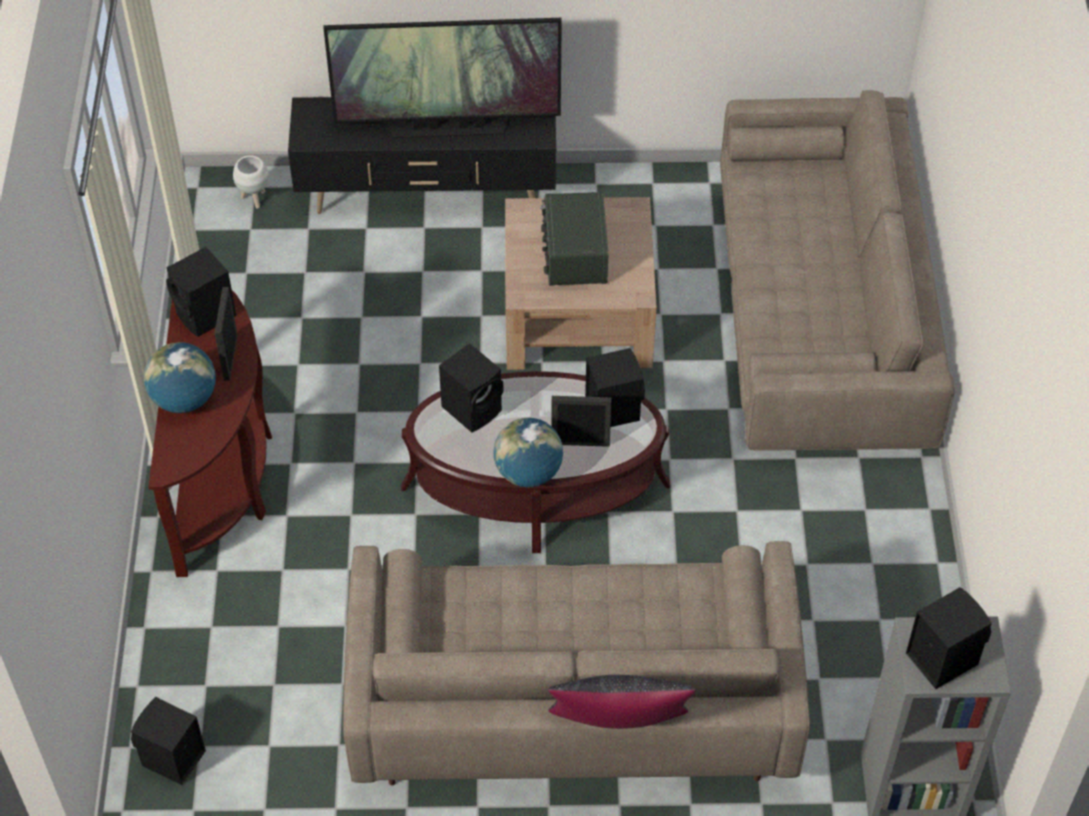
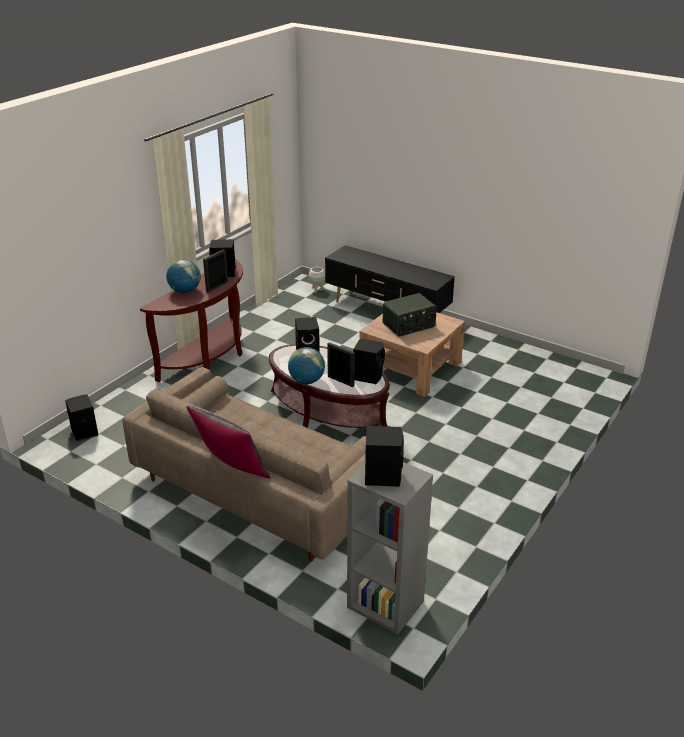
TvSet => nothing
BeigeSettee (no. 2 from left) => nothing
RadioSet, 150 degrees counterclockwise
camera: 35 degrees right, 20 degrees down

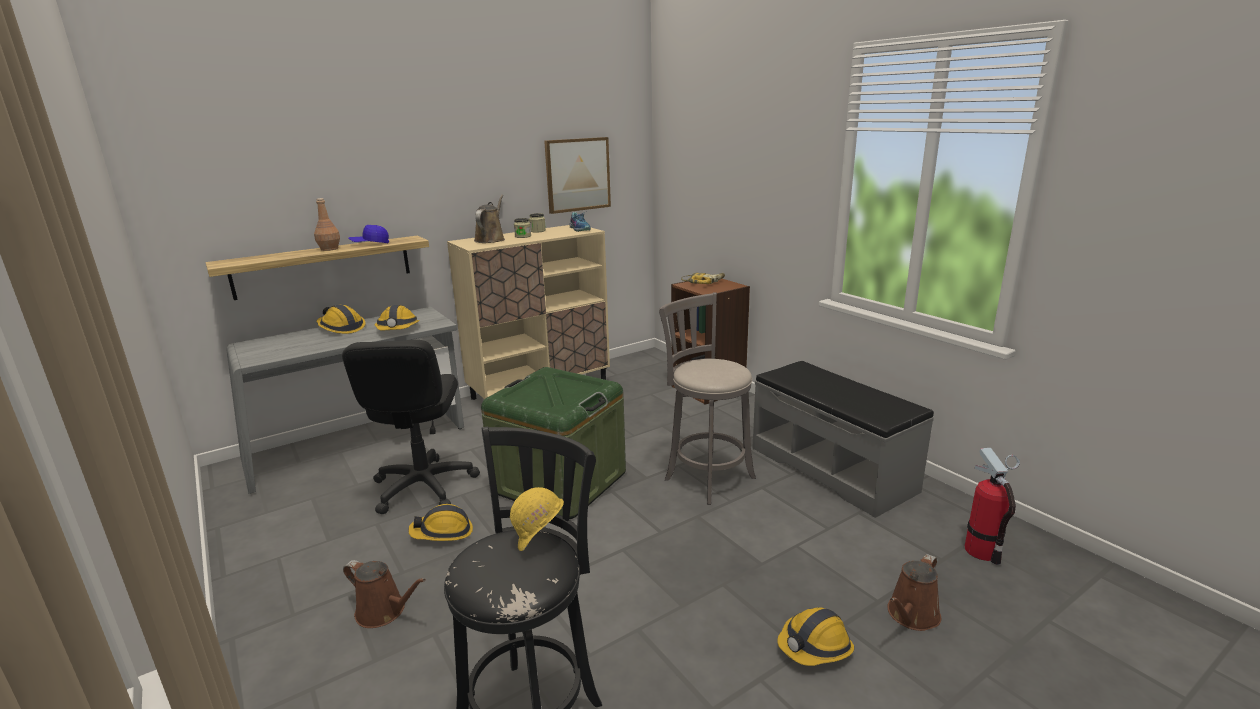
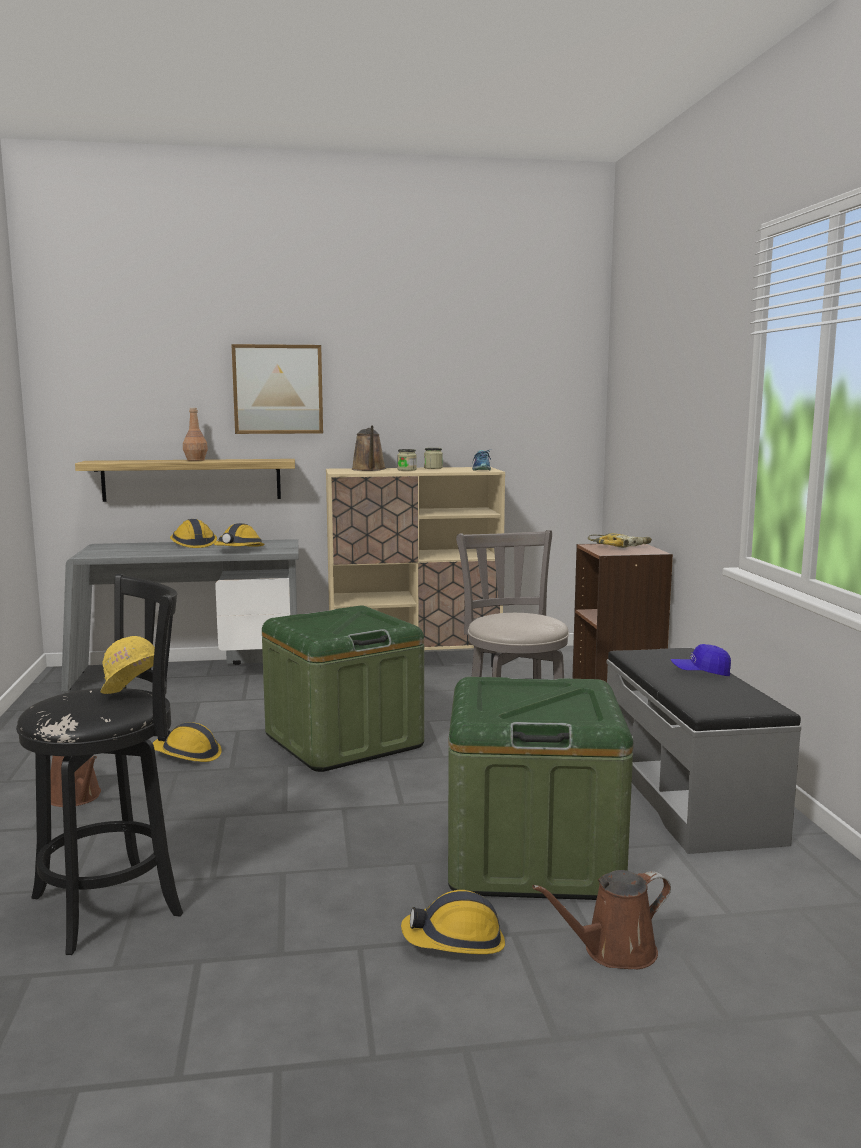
BlackOfficeChair => nothing
Extinguisher => nothing
nothing => GreenStorageBin (no. 2 from left)
BlueCap, relocated
WallPicture, relocated
BrownishWateringCan (no. 2 from left), 135 degrees clockwise
camera: 25 degrees right, 10 degrees down

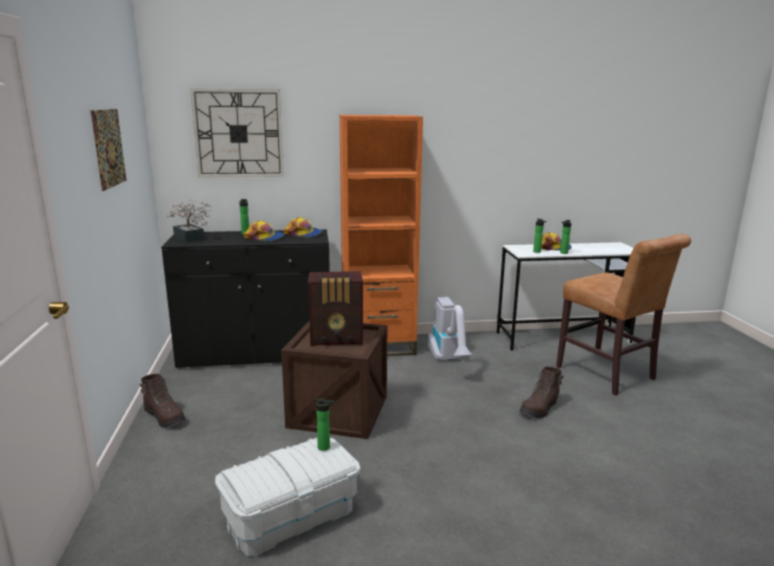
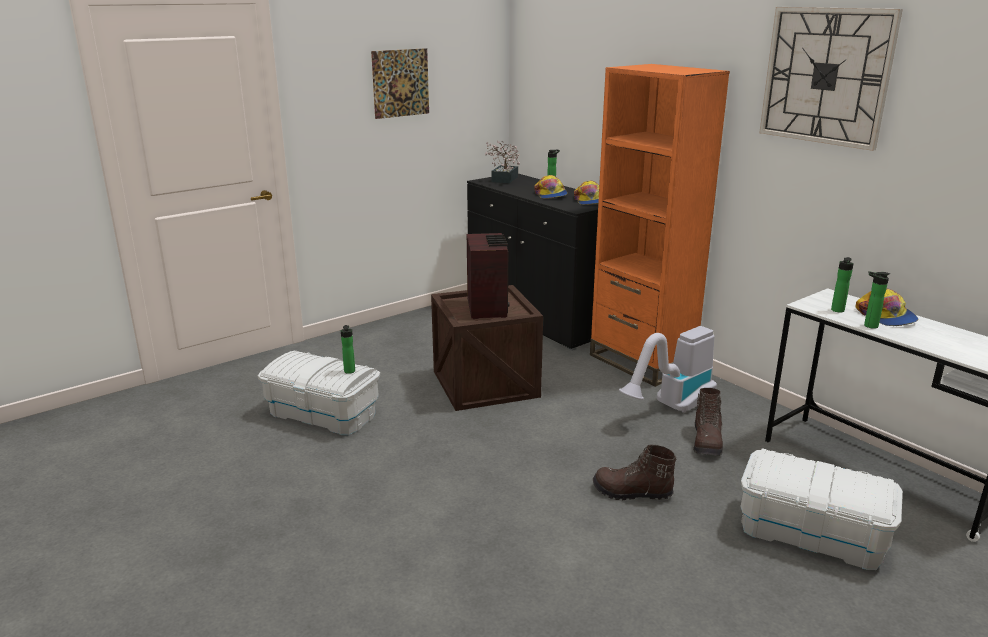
BrownishHighTopBoot (no. 1 from left in the first image) => BrownishHighTopBoot (no. 2 from left), relocated
ClockOnTheWall, relocated
BrownishPlainChair => WhiteStorageBin (no. 2 from left)
RadioSet, 150 degrees counterclockwise
camera: 60 degrees right, 5 degrees up

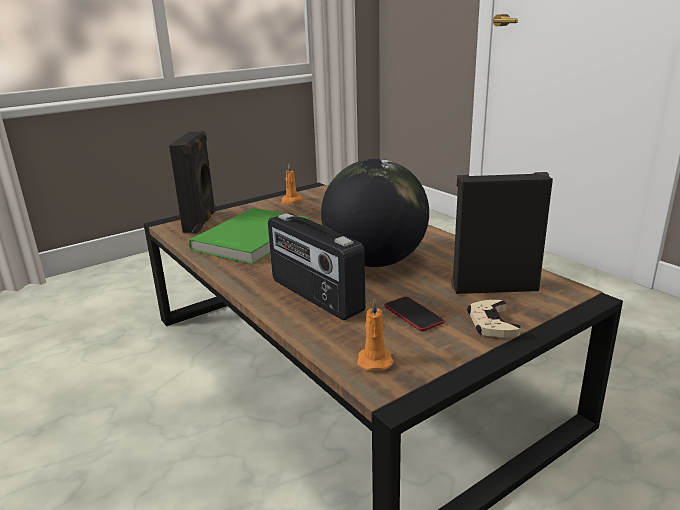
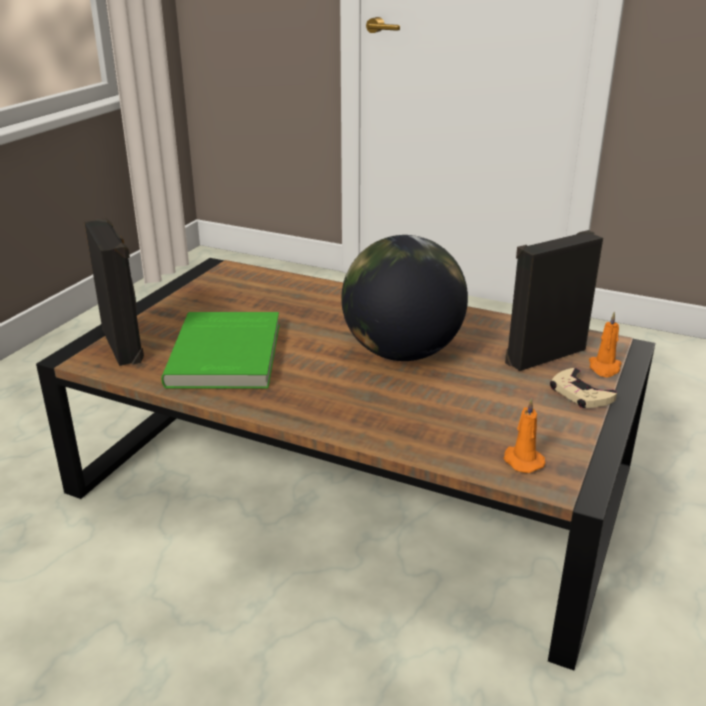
RadioSet => nothing
Telephone => nothing
OrangeyCandle (no. 1 from left in the first image) => OrangeyCandle (no. 2 from left), relocated
camera: 30 degrees left, 5 degrees up

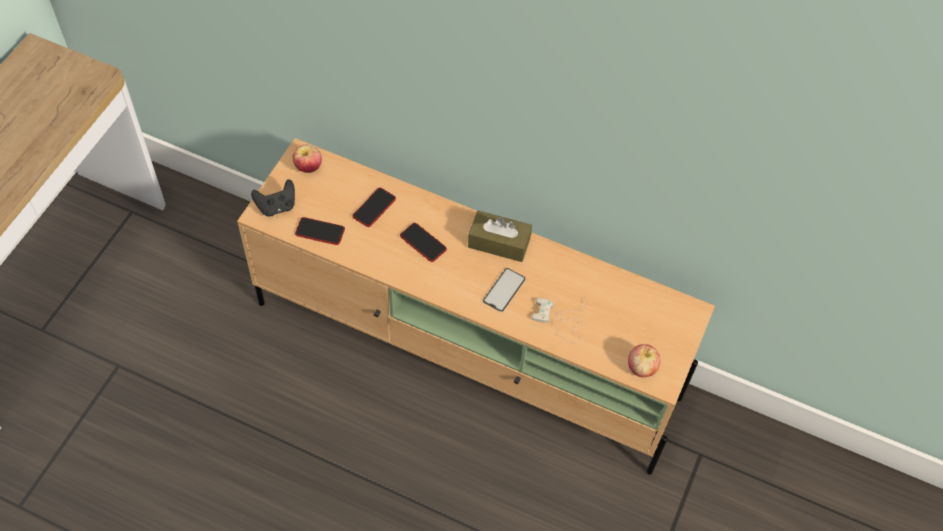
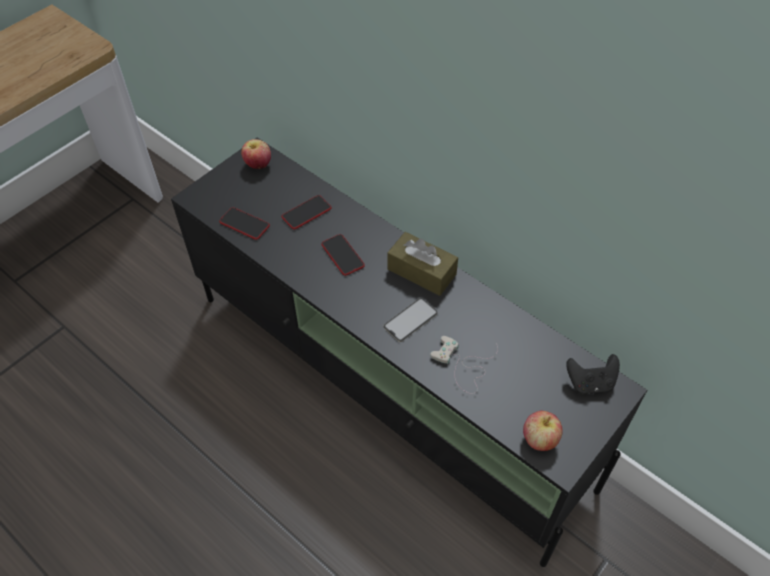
BlackJoypad, relocated
BeigeMediaConsole => BlackMediaConsole
camera: 20 degrees right, 5 degrees down

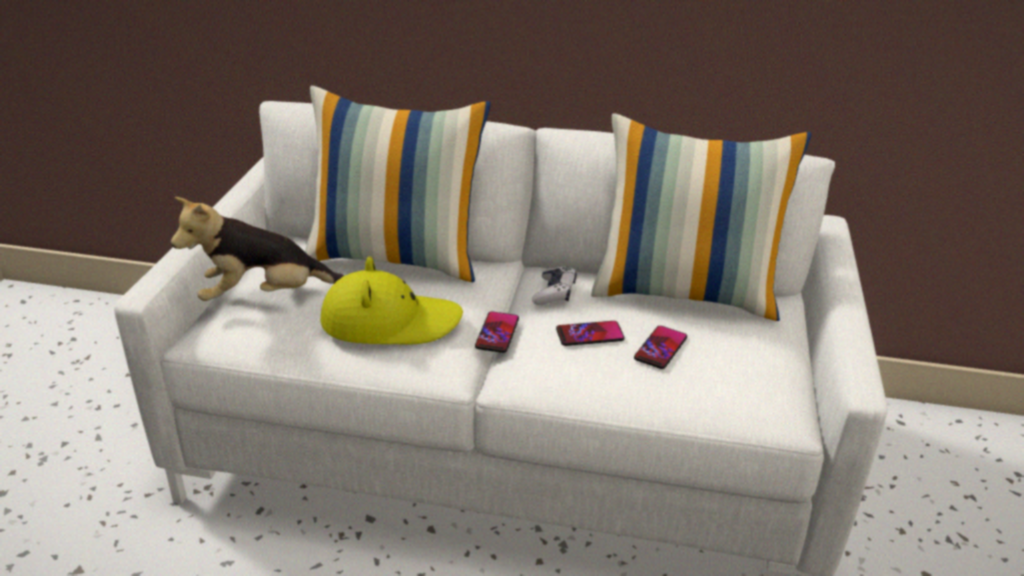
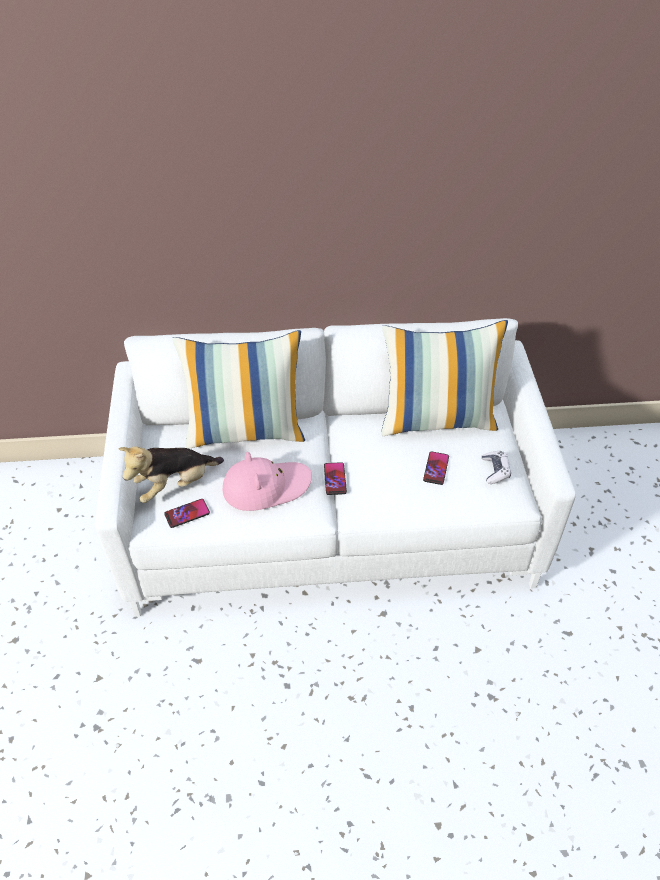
Joypad, relocated
Telephone (no. 2 from left in the first image) => Telephone (no. 1 from left), relocated
YellowHat => PinkColouredHat
camera: 15 degrees left, 15 degrees up

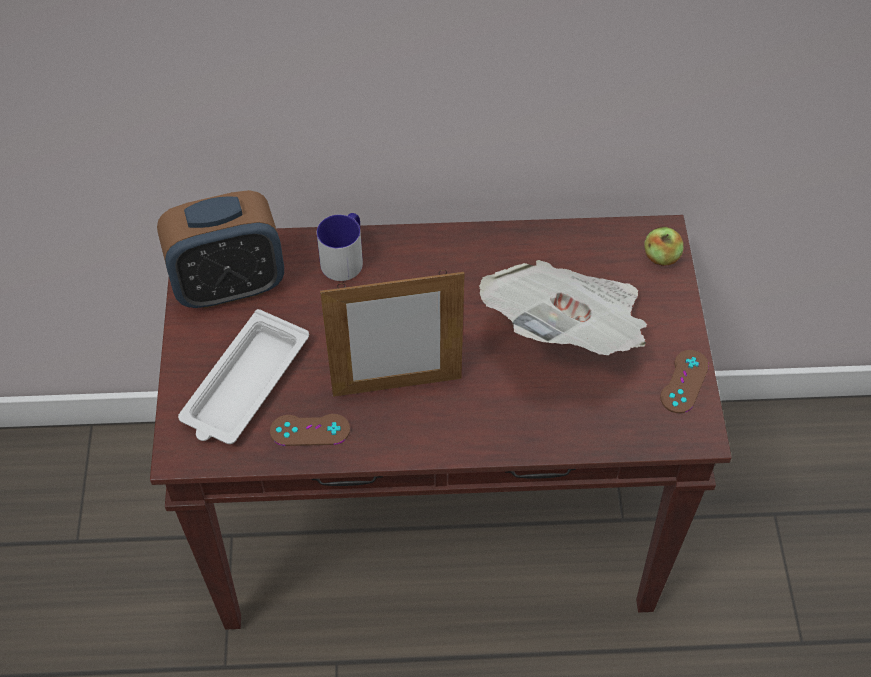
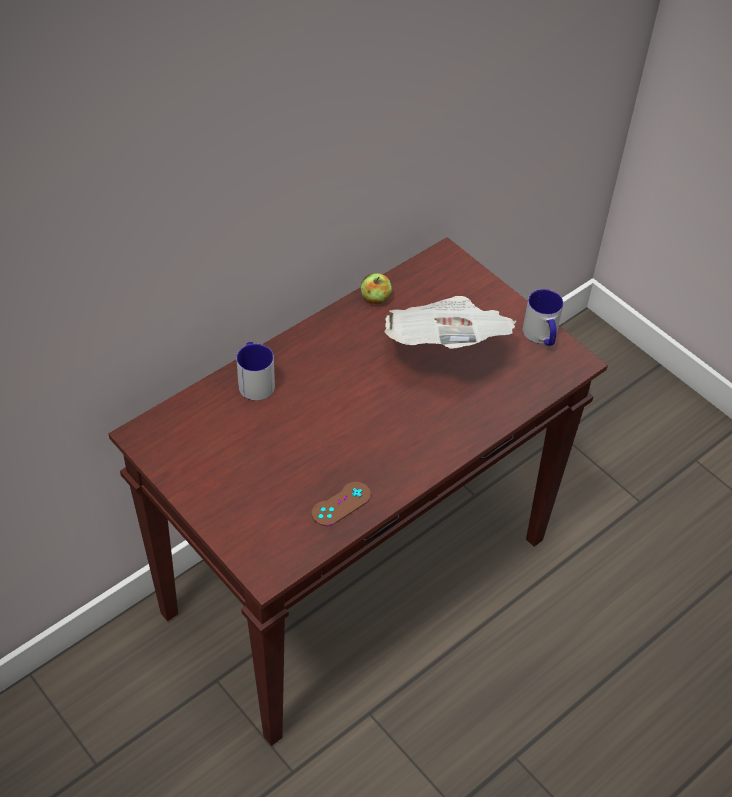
AlarmClock => nothing
WhiteTray => nothing
PictureFrame => nothing
AppleFruit, relocated
BrownishJoypad (no. 2 from left) => Mug (no. 2 from left)
camera: 40 degrees left, 5 degrees down

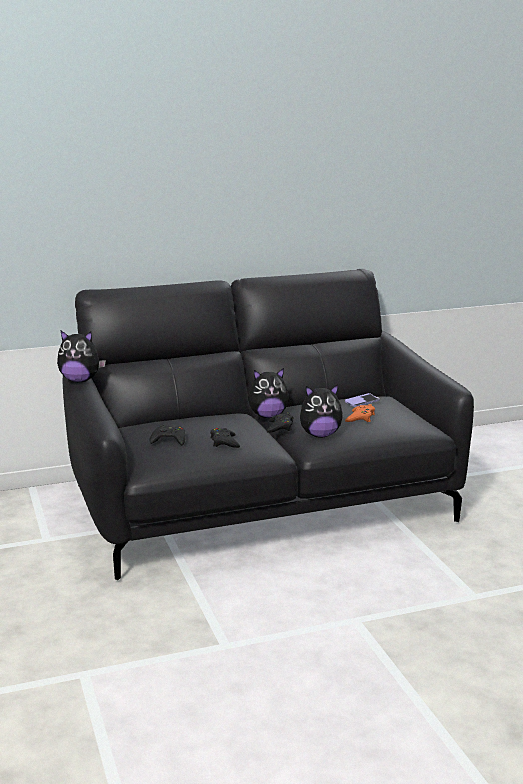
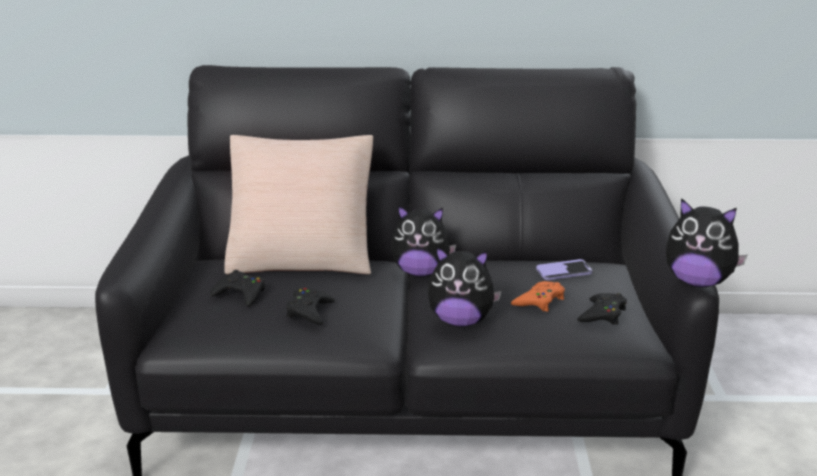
nothing => BeigePillow
CuddlyToy (no. 1 from left in the first image) => CuddlyToy (no. 3 from left), relocated
BlackJoypad (no. 3 from left), relocated
camera: 20 degrees right, 5 degrees up

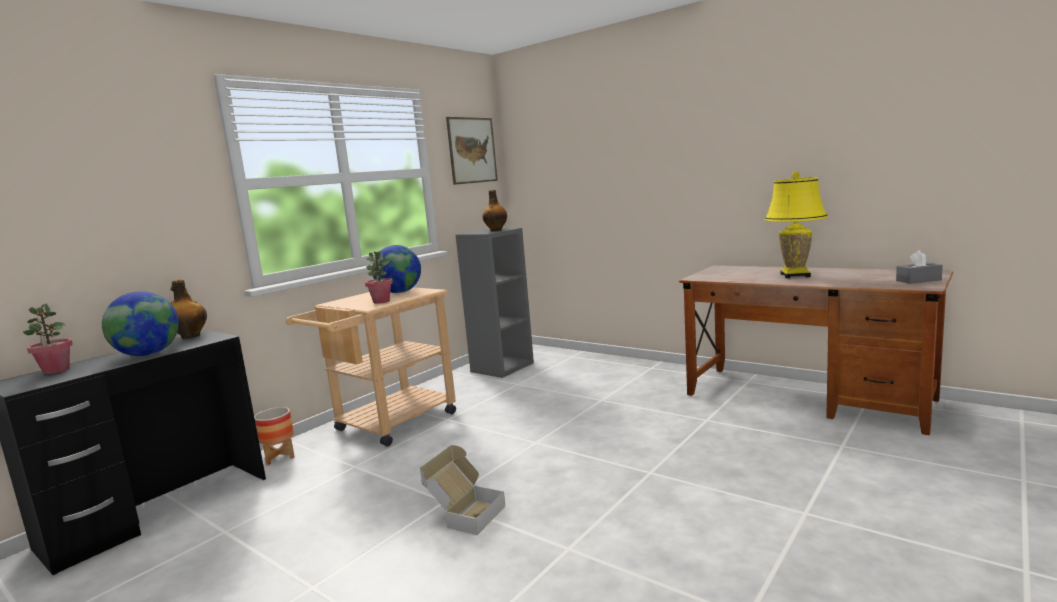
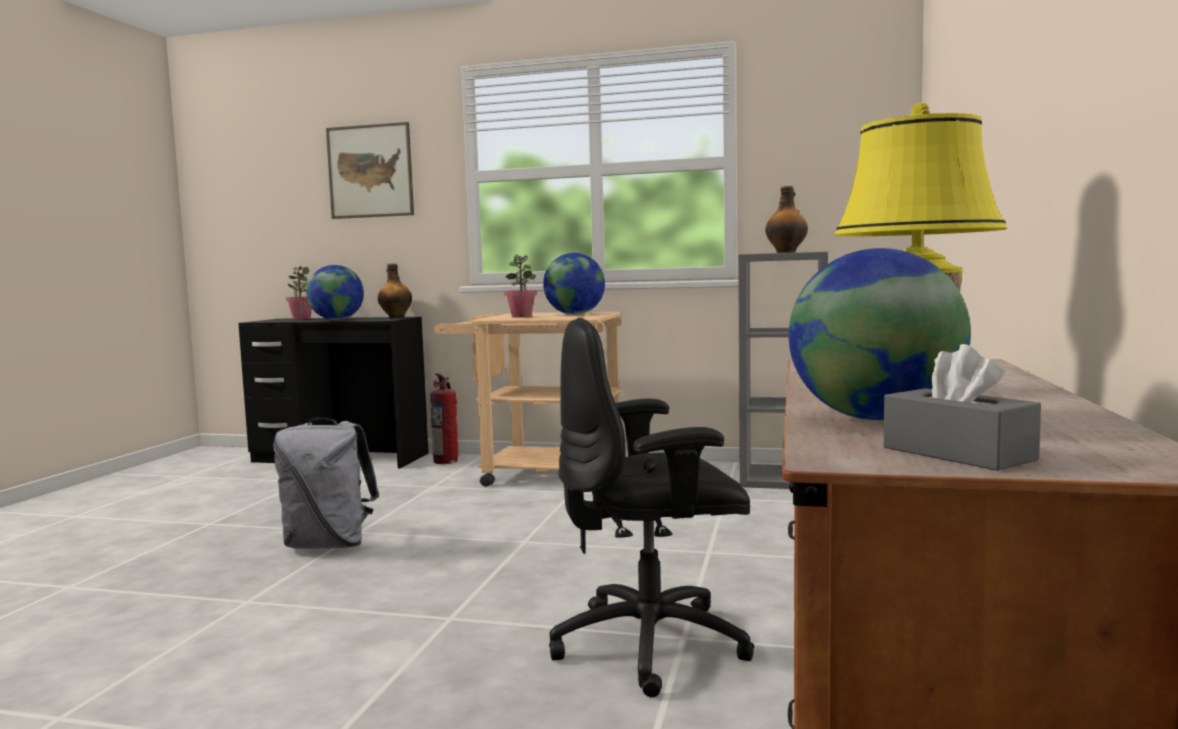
nothing => BlackOfficeChair
nothing => WorldGlobe (no. 3 from left)
WallPicture, relocated
PlantPot => Extinguisher
PackingBox => GreyRucksack
camera: 65 degrees right, 5 degrees down

